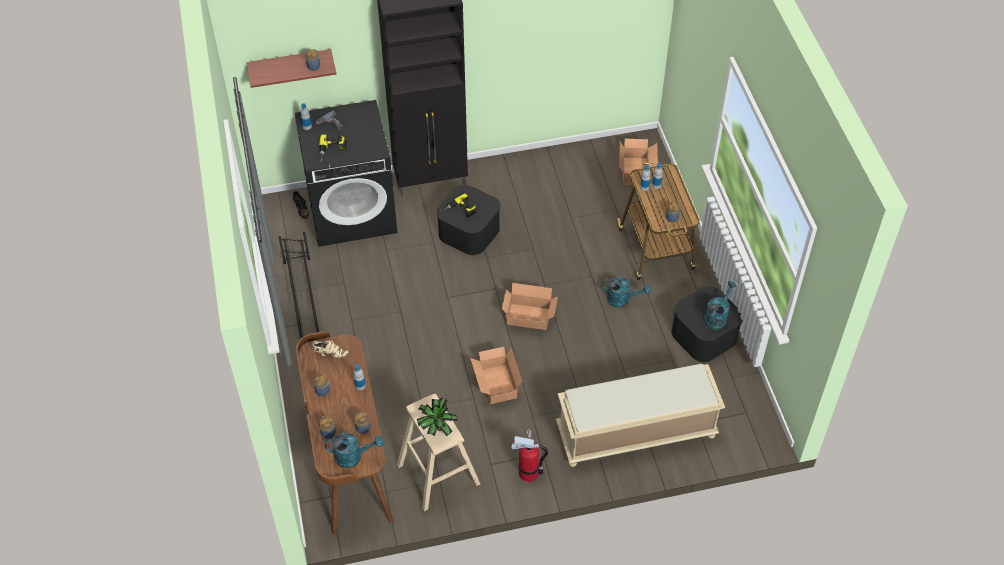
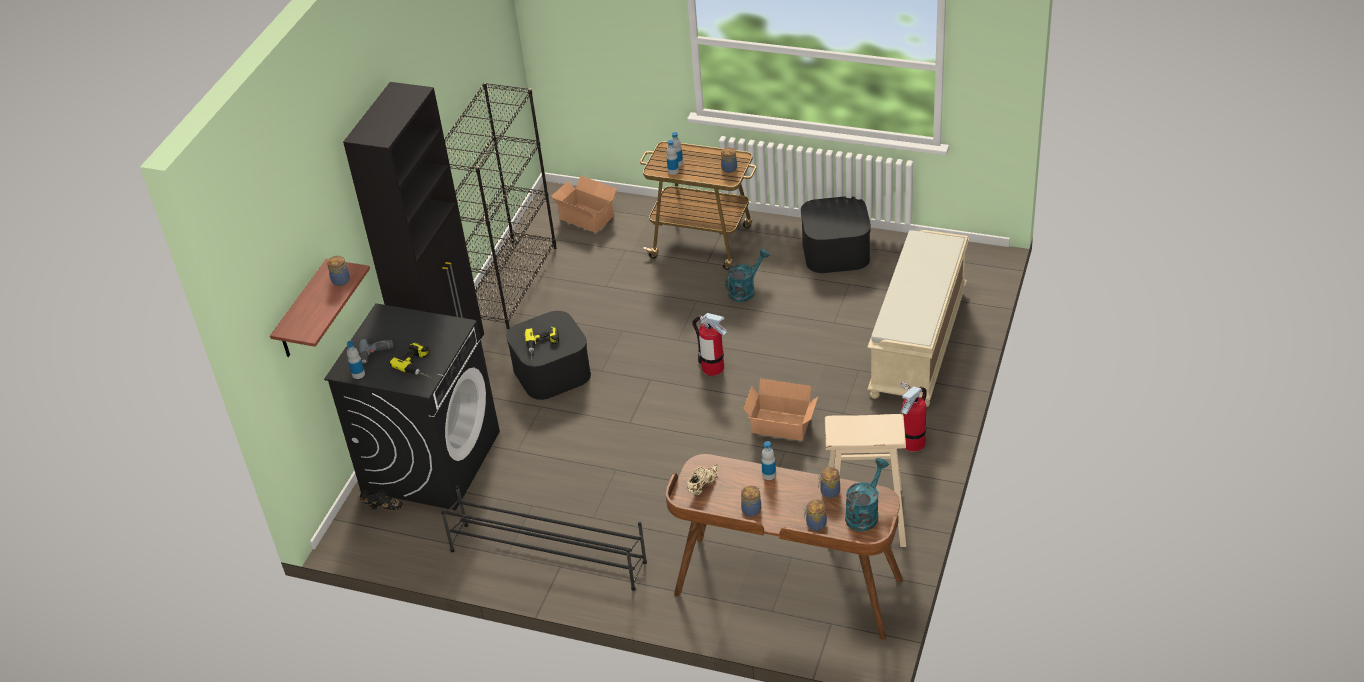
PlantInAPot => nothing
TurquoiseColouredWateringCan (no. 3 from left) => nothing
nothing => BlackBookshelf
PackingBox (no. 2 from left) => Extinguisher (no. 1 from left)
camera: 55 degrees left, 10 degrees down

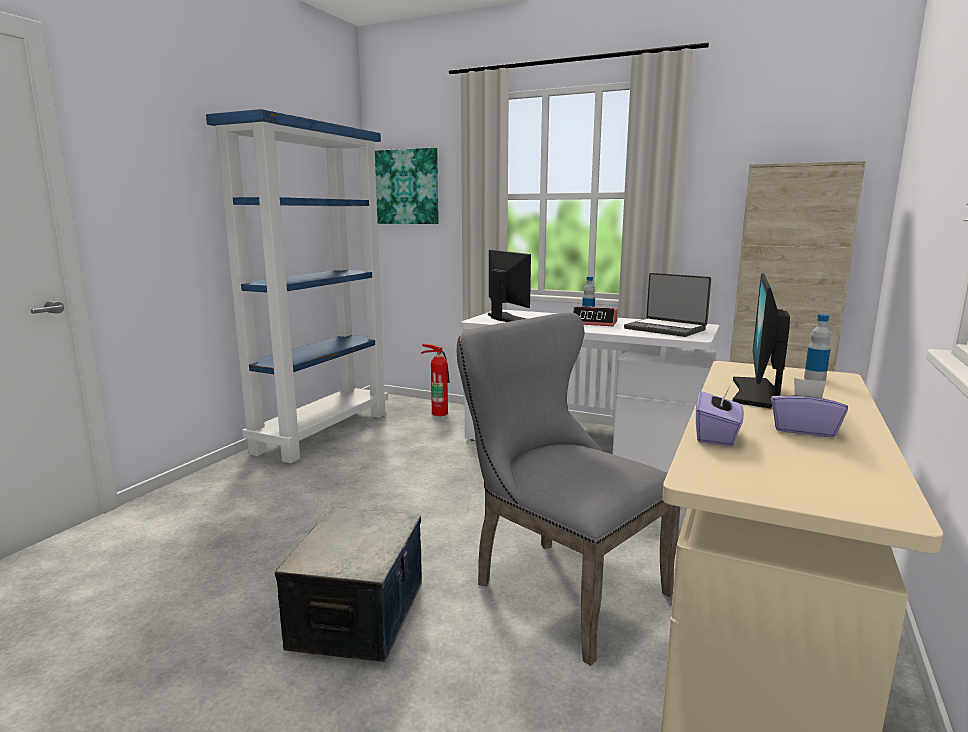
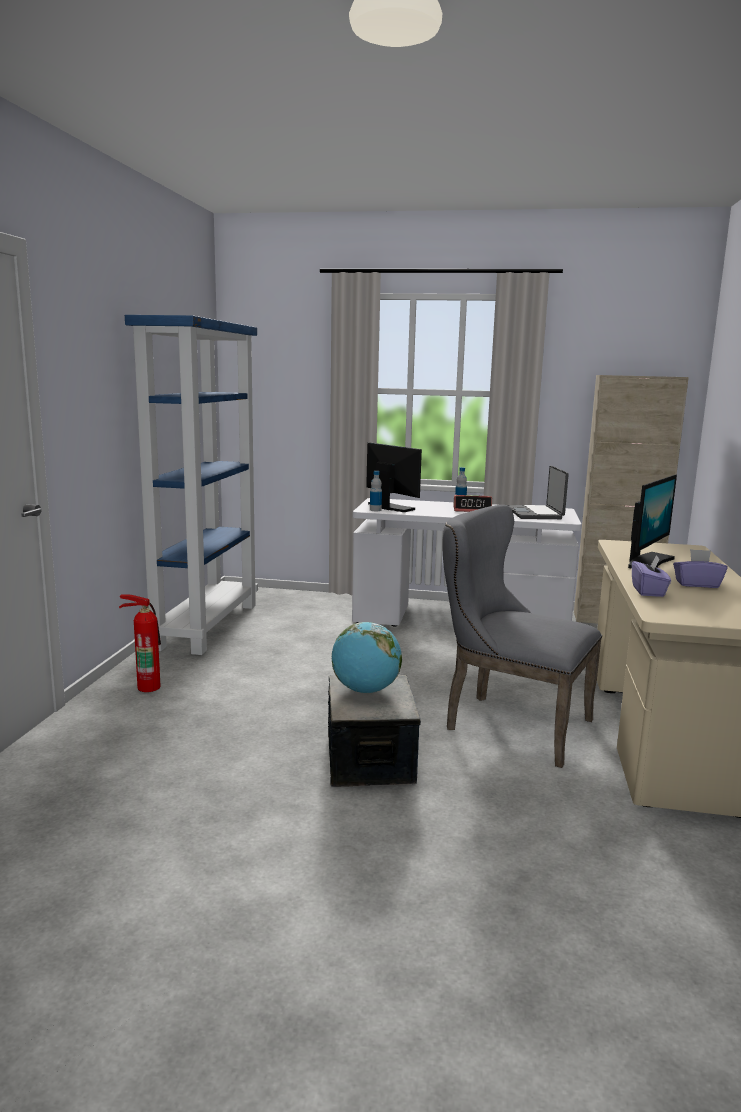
WallPicture => nothing
nothing => WorldGlobe
Extinguisher, relocated
Bottle (no. 2 from left in the first image) => Bottle (no. 1 from left), relocated
NotebookComputer, 60 degrees clockwise
ComputerScreen (no. 2 from left), 150 degrees counterclockwise
camera: 15 degrees left, 0 degrees up

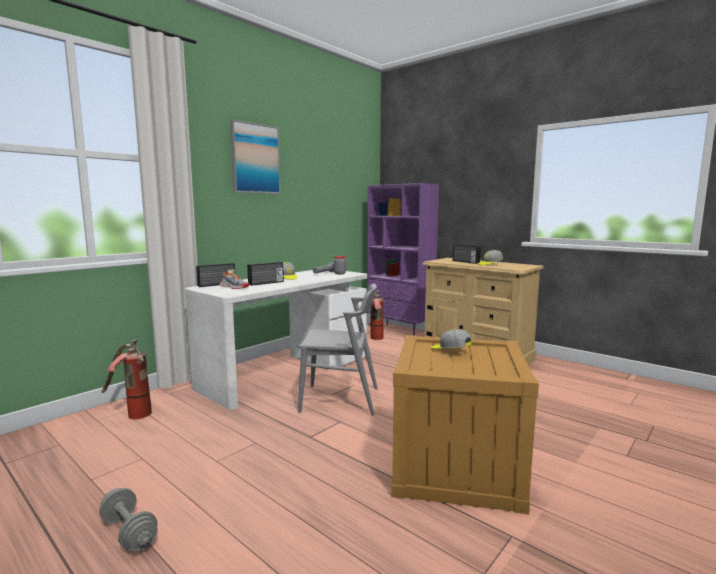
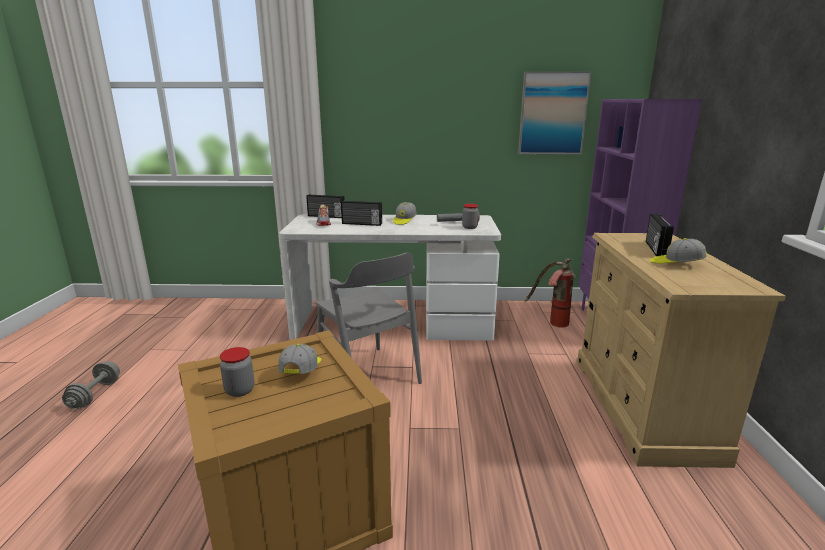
Extinguisher (no. 1 from left) => nothing
nothing => StorageJar (no. 1 from left)
WallPicture, relocated
camera: 50 degrees right, 10 degrees up

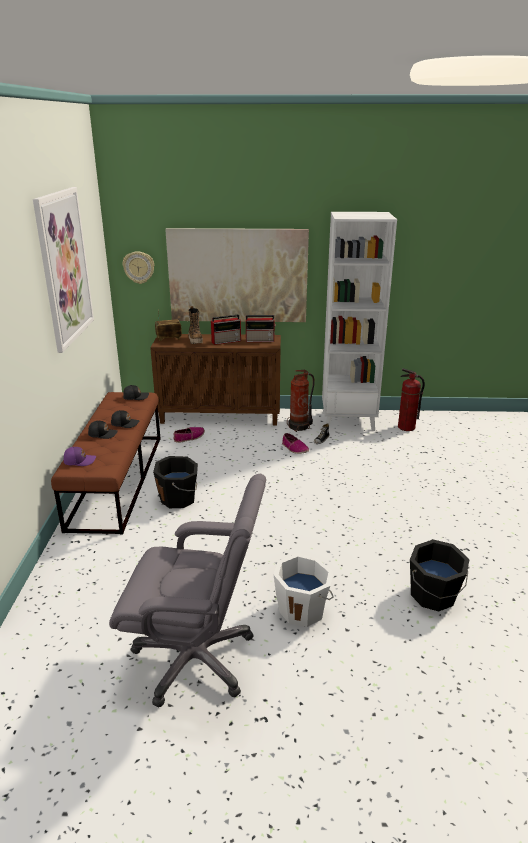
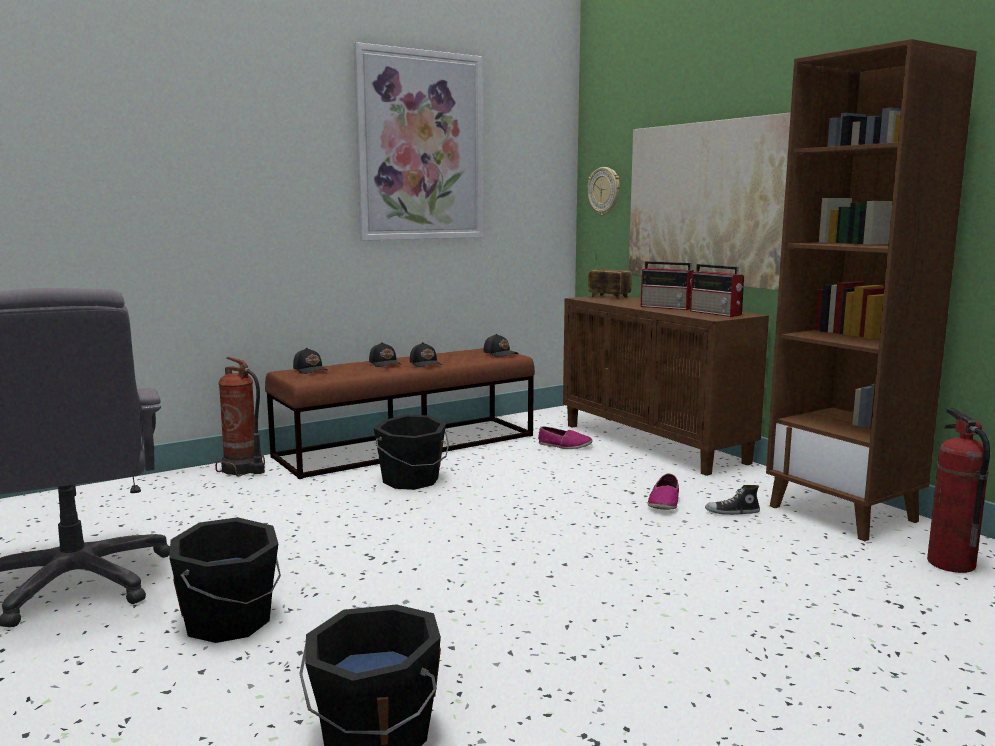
HighTopBoot => nothing
Extinguisher (no. 1 from left), relocated
PurpleCap => BlackCap (no. 1 from left)
WhitePail => BlackPail (no. 1 from left)
WhiteBookshelf => BrownishBookshelf
camera: 55 degrees right, 15 degrees down

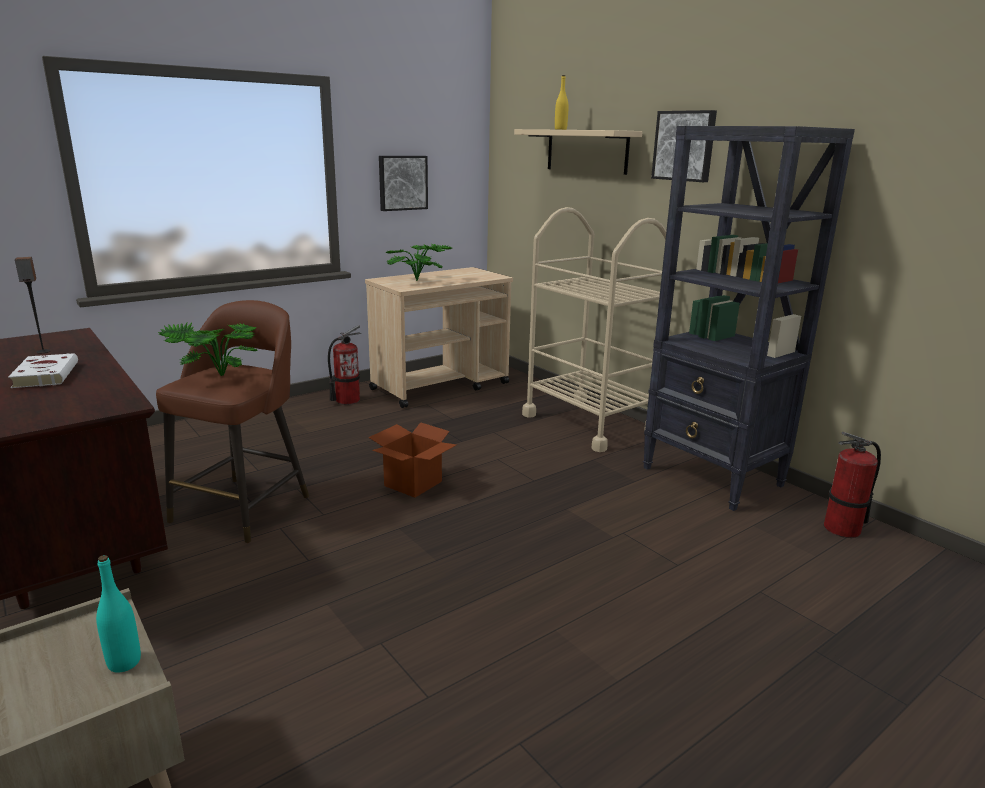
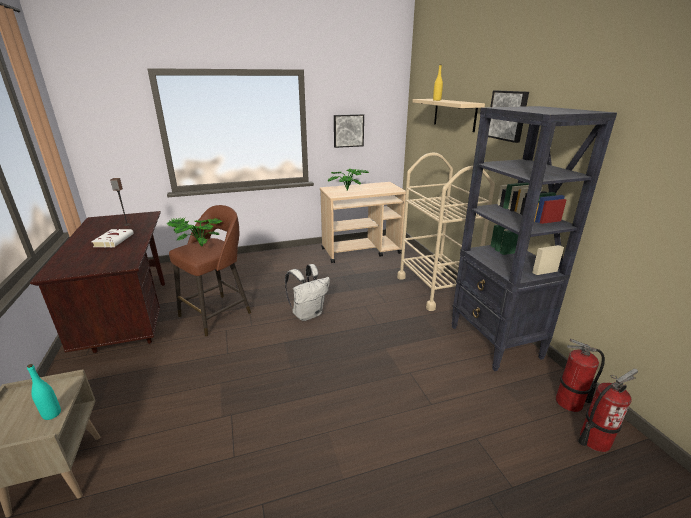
Extinguisher (no. 1 from left in the first image) => Extinguisher (no. 2 from left), relocated
PackingBox => WhiteRucksack
camera: 20 degrees right, 5 degrees up

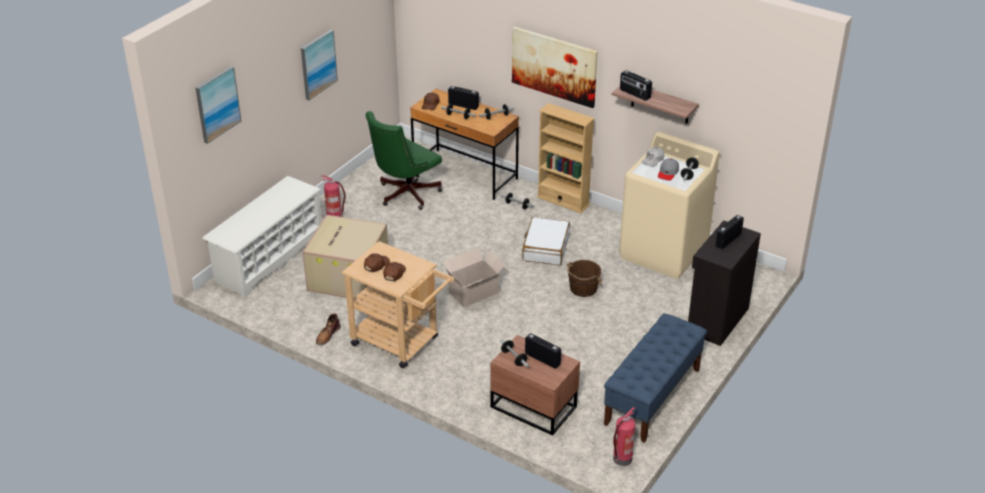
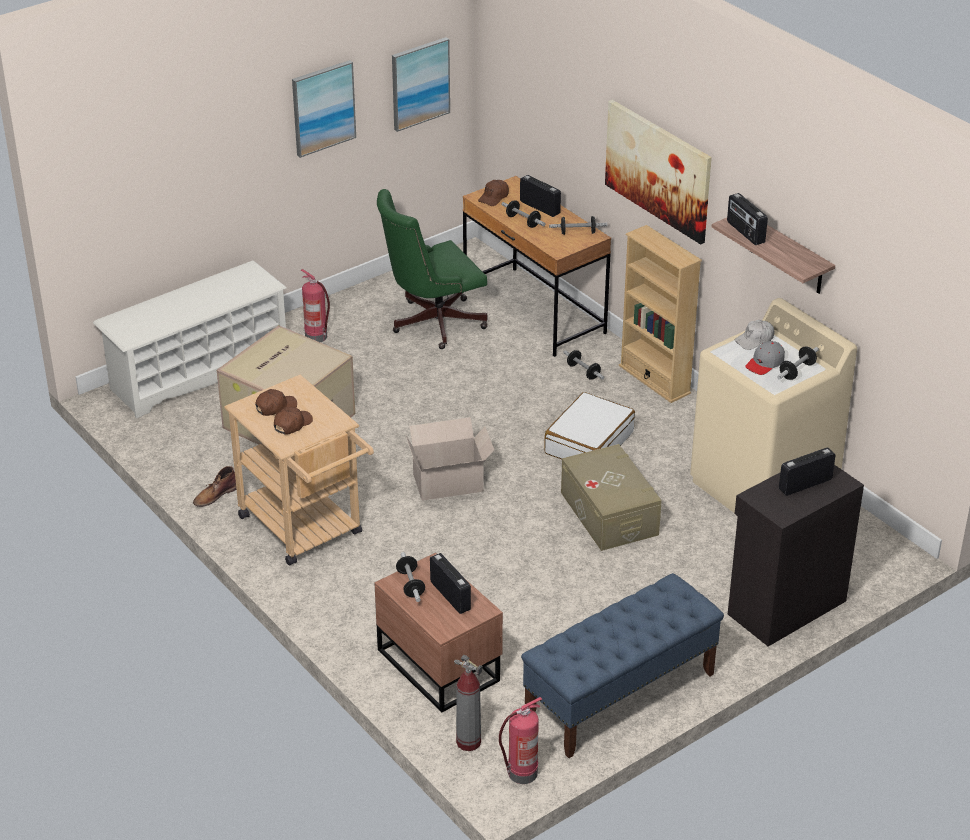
nothing => Extinguisher (no. 2 from left)
WallPicture (no. 1 from left in the first image) => WallPicture (no. 2 from left), relocated
BrownishPail => BeigeStorageBin
camera: 20 degrees right, 0 degrees up

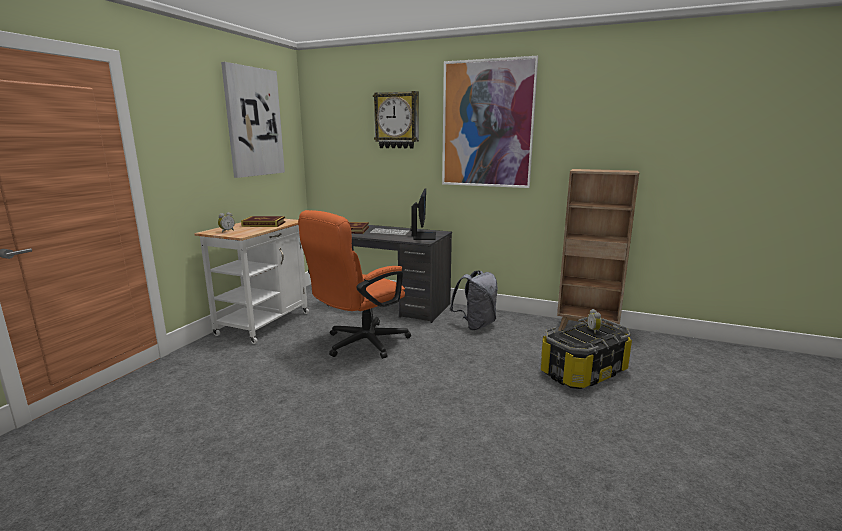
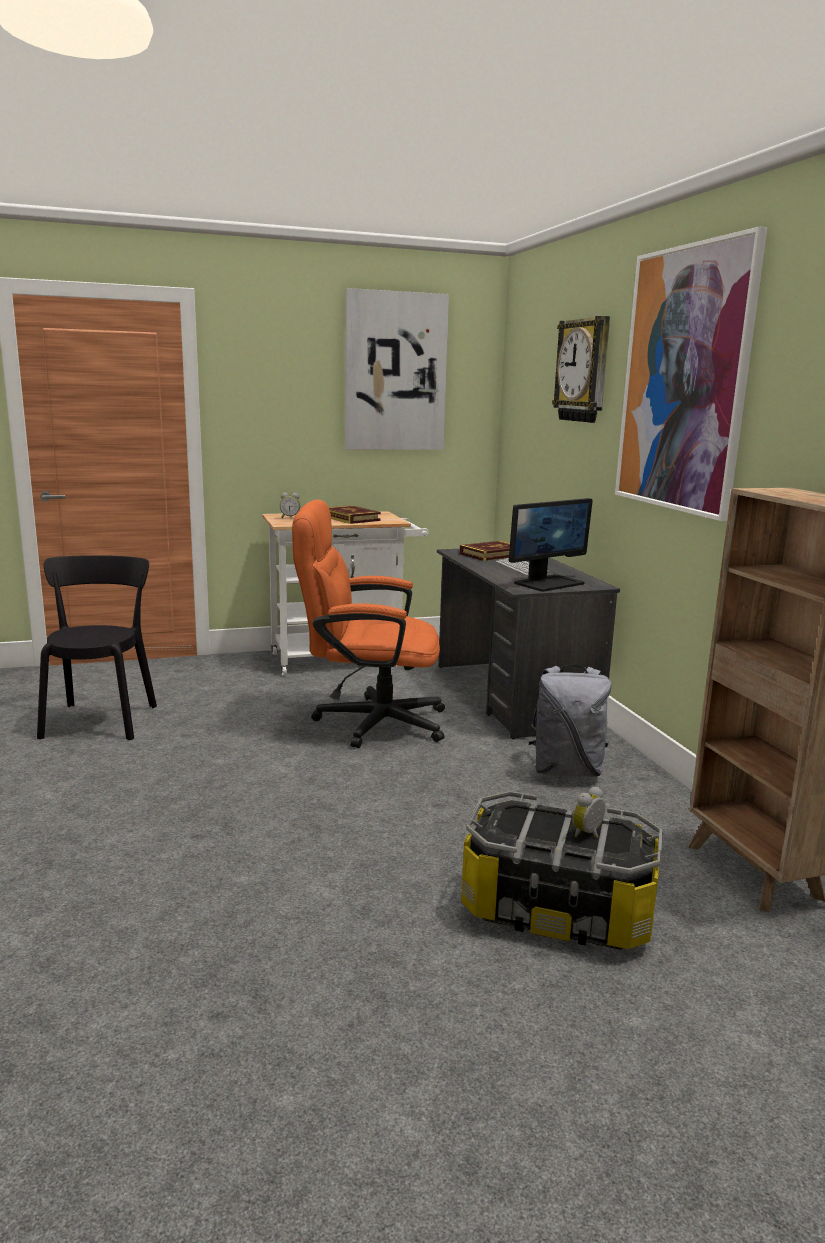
nothing => BlackPlainChair
camera: 50 degrees right, 0 degrees up

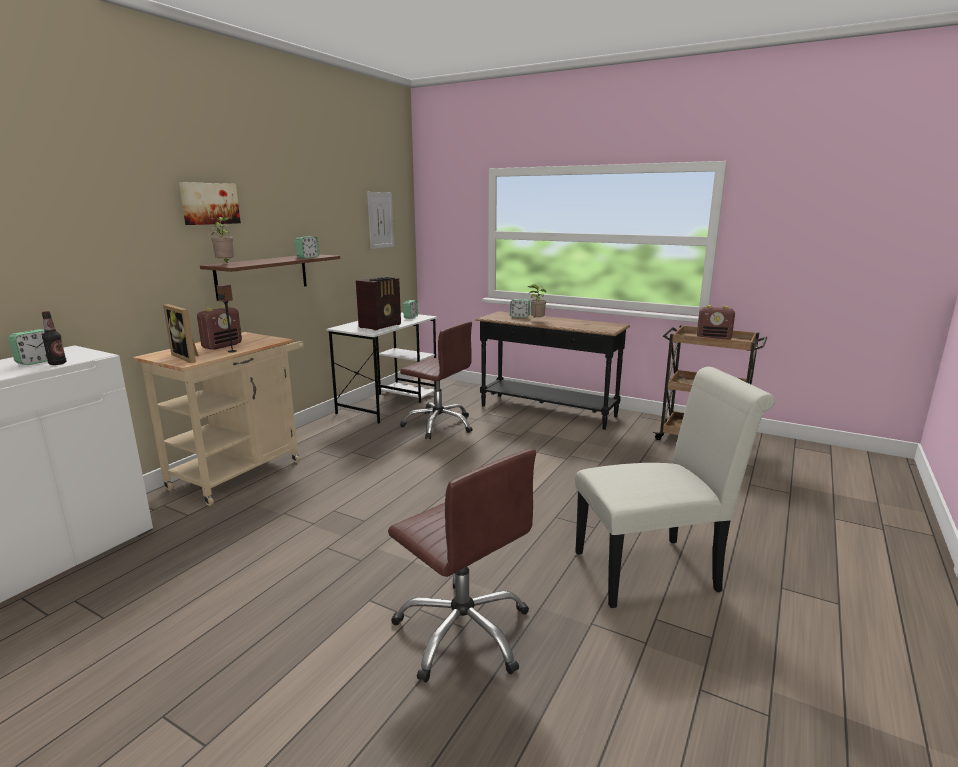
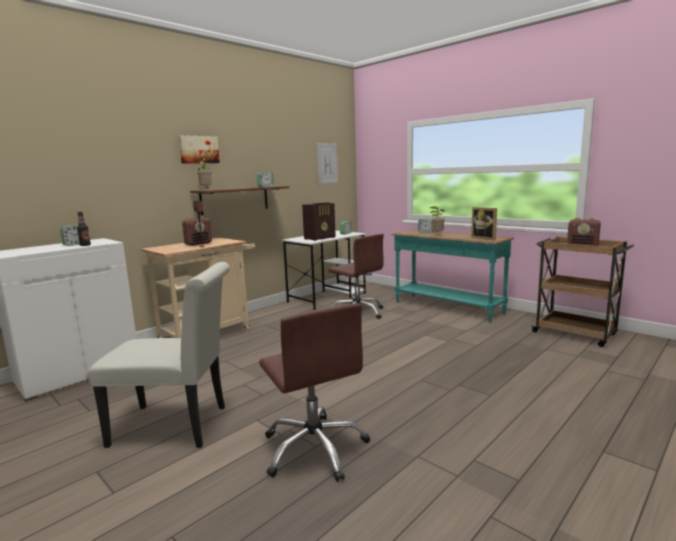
PictureFrame, relocated
WhitePlainChair, relocated
BlackConsoleTable => TurquoiseColouredConsoleTable
camera: 15 degrees right, 5 degrees down

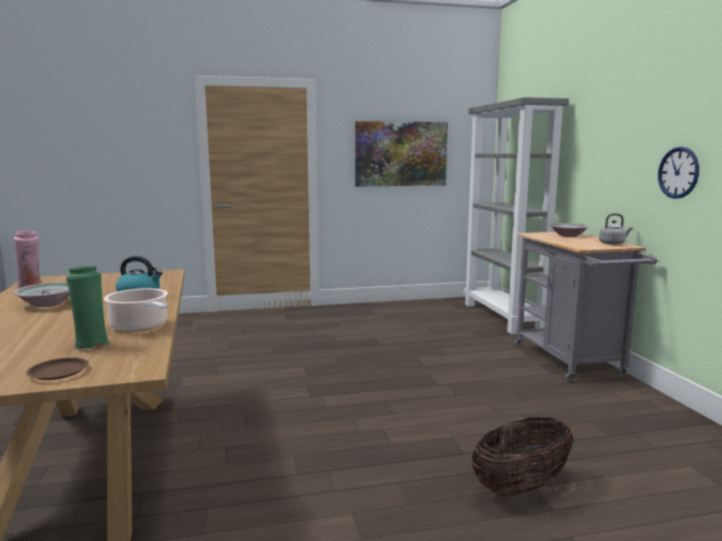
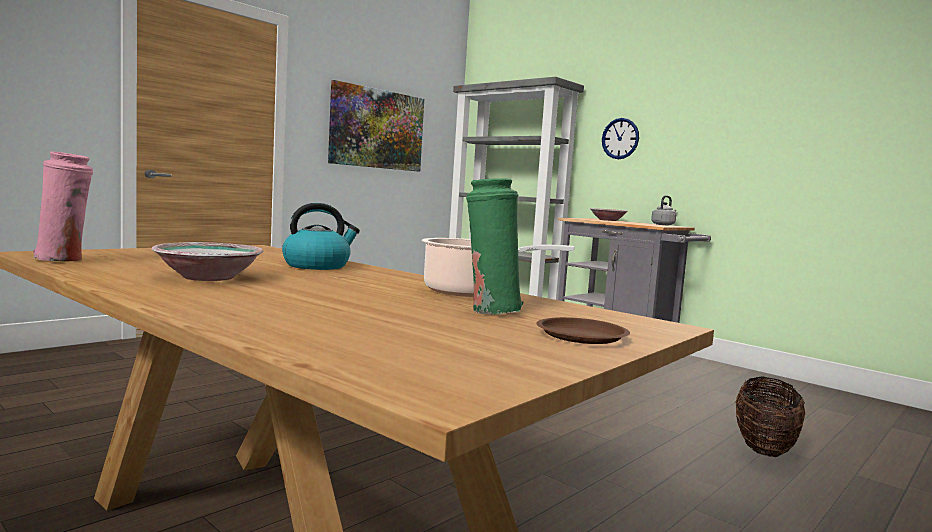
ClockOnTheWall, relocated
camera: 35 degrees left, 5 degrees down

